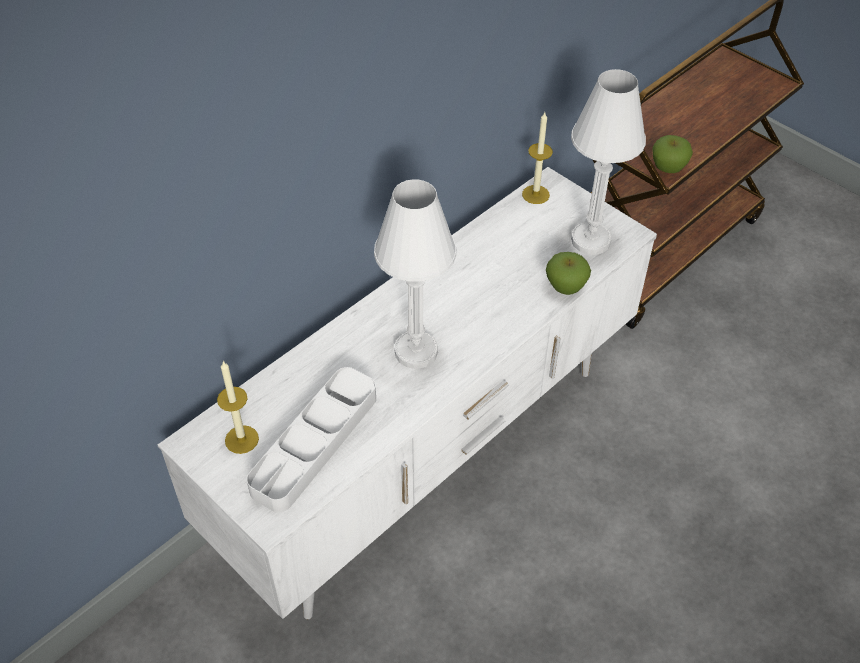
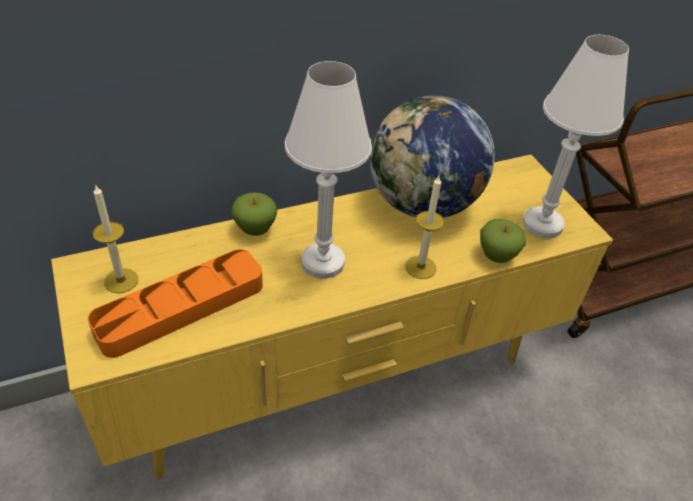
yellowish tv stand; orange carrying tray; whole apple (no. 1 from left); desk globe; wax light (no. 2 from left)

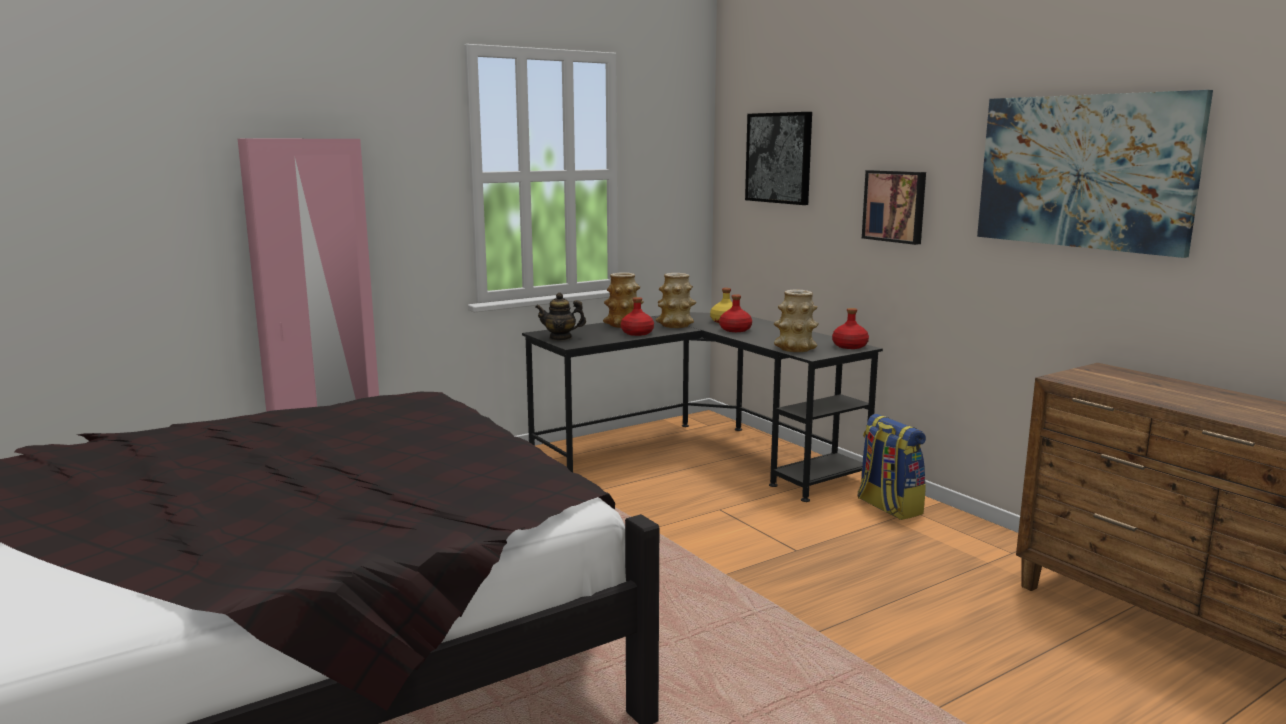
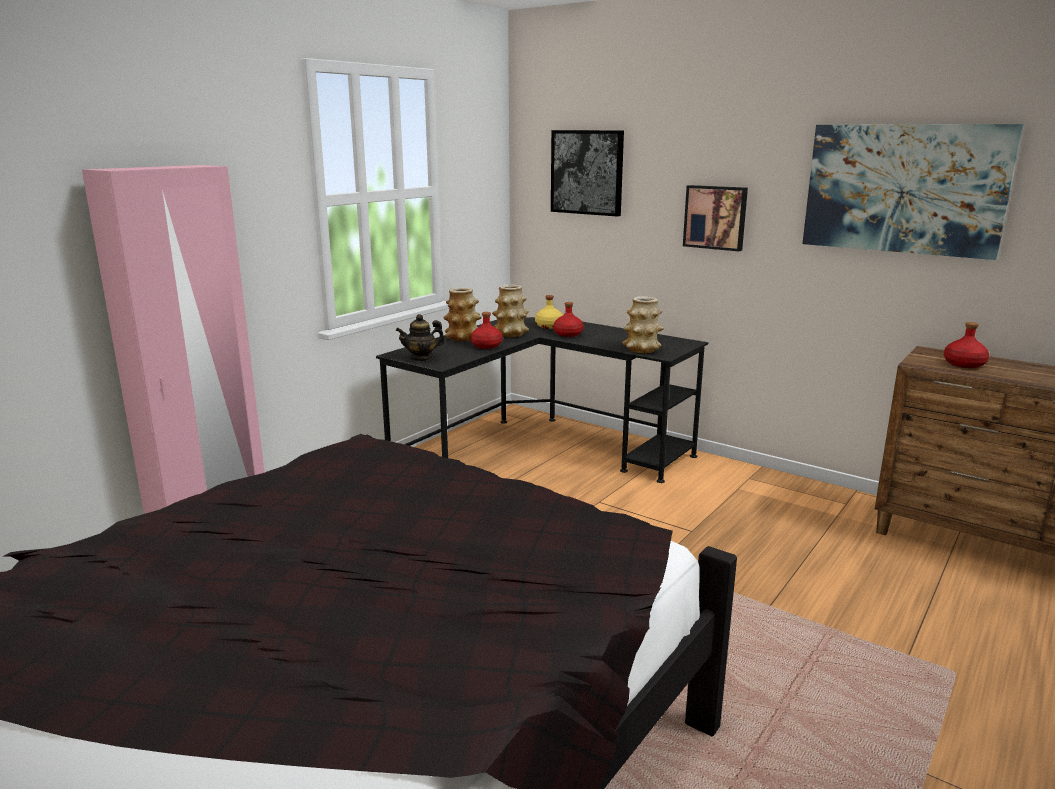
reddish beverage bottle (no. 3 from left); backpack

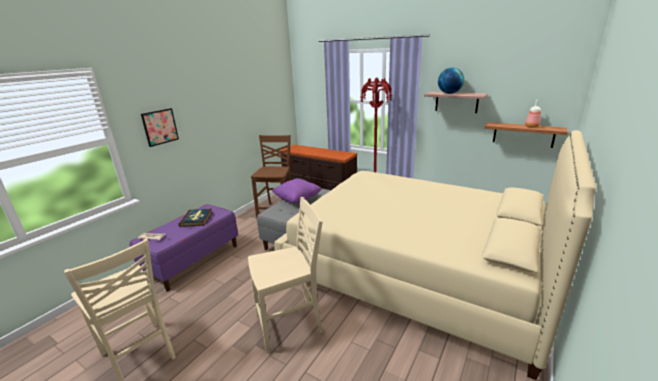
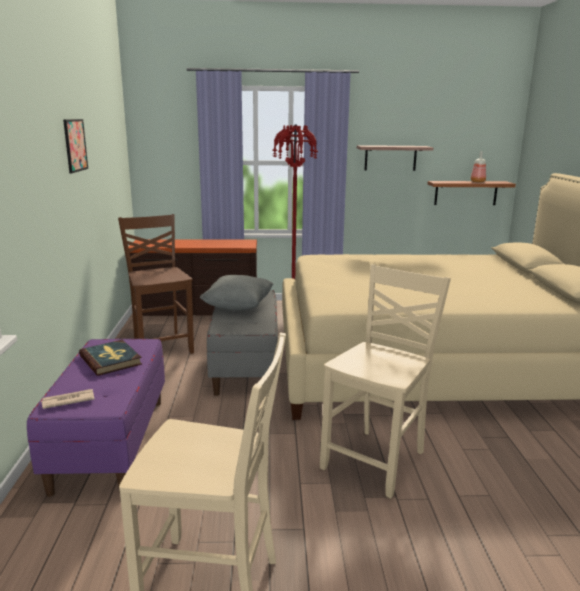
wall picture; gray throw pillow; desk globe

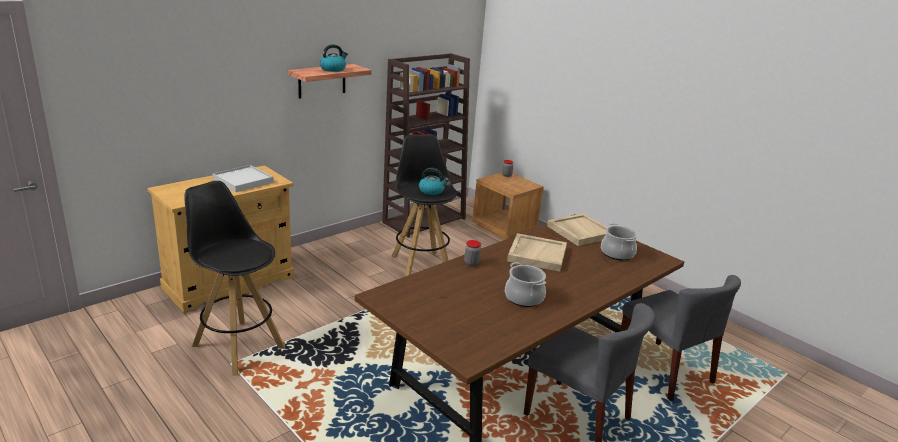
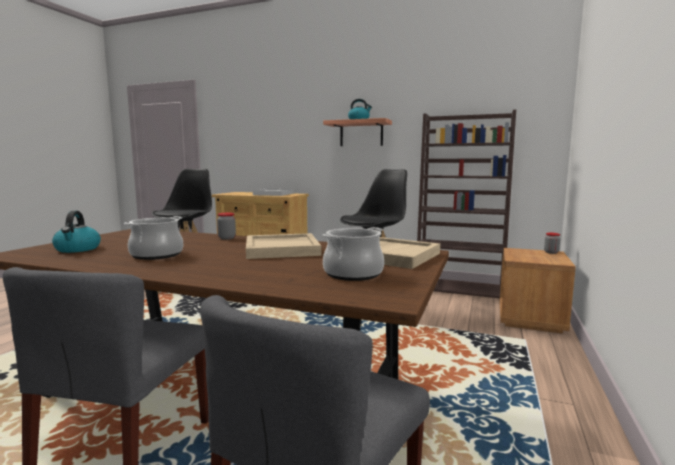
water kettle (no. 1 from left)

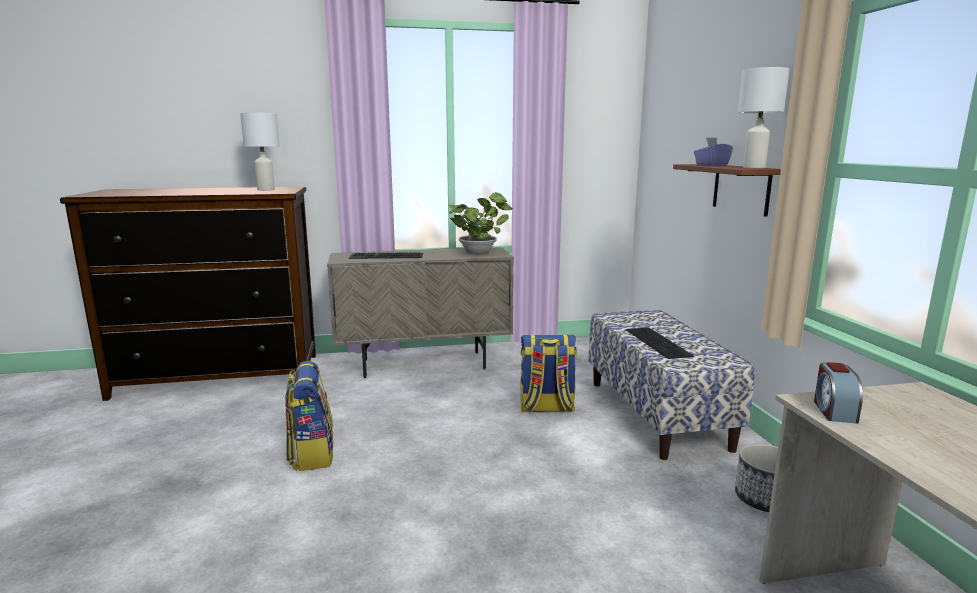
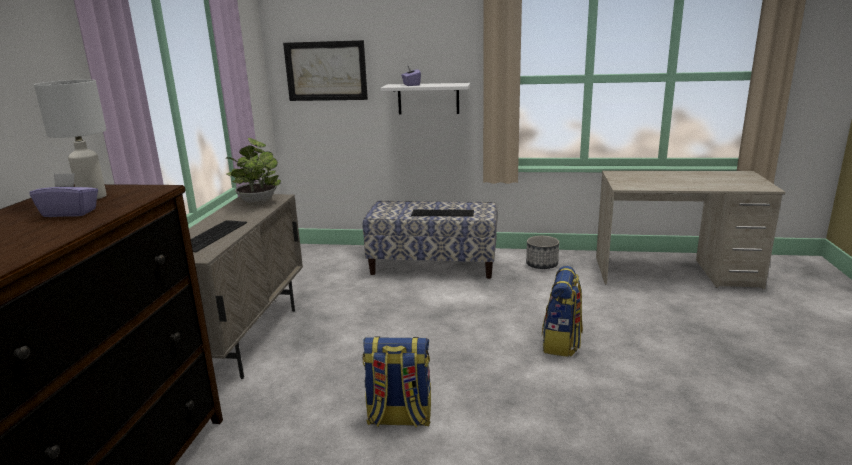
purple box of tissues (no. 1 from left); wall picture; whitish shelf; backpack (no. 2 from left); whitish table lamp (no. 2 from left in the first image); table clock

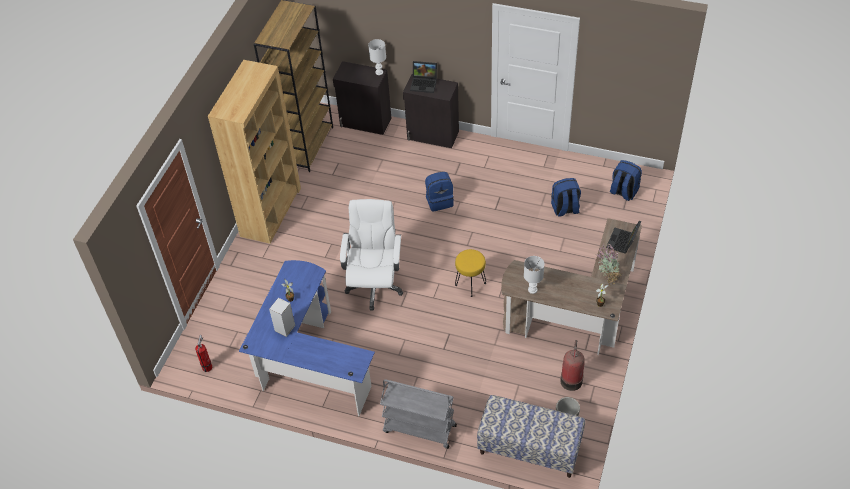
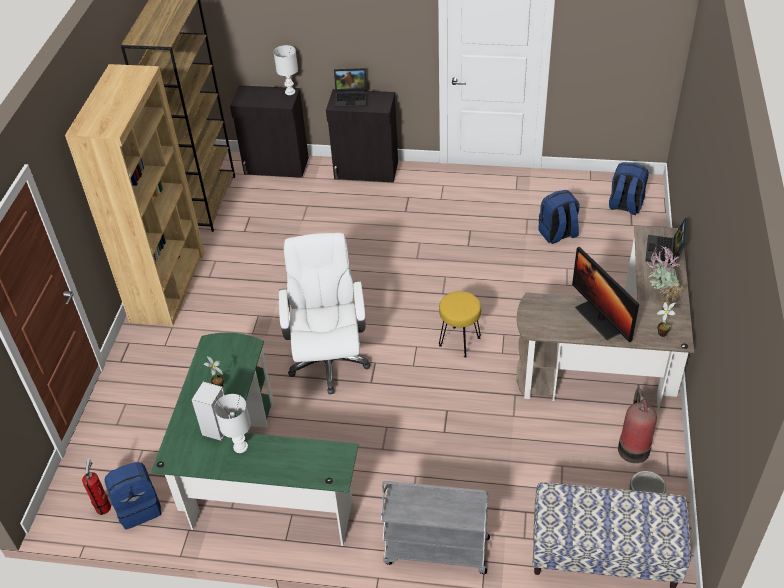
blue-coloured backpack (no. 1 from left); greenish desk; whitish table lamp (no. 1 from left); monitor

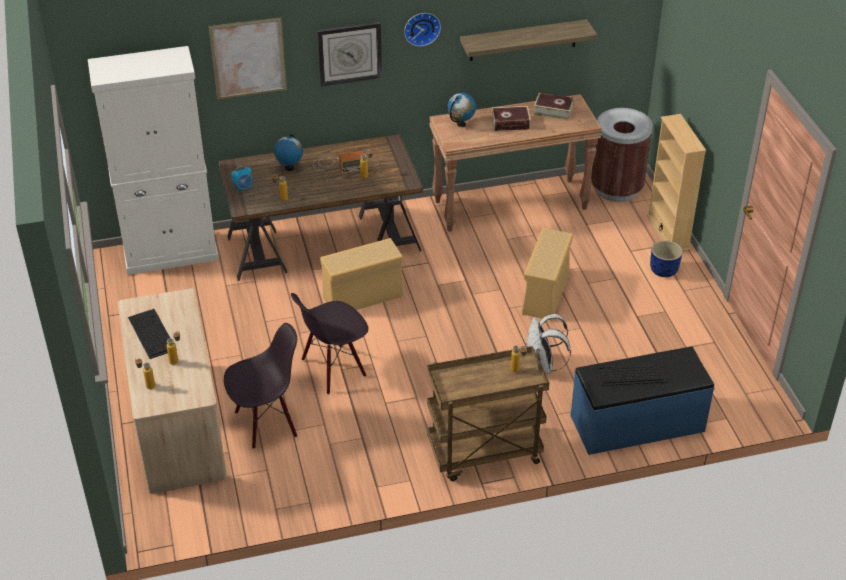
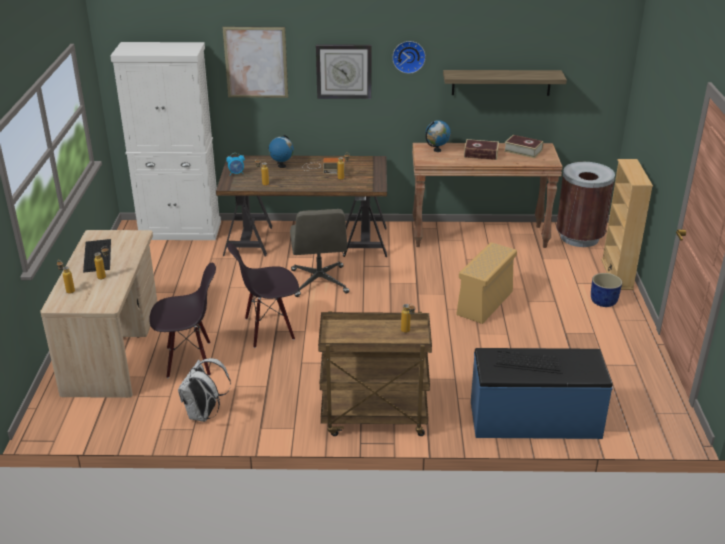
whitish backpack; gray office chair

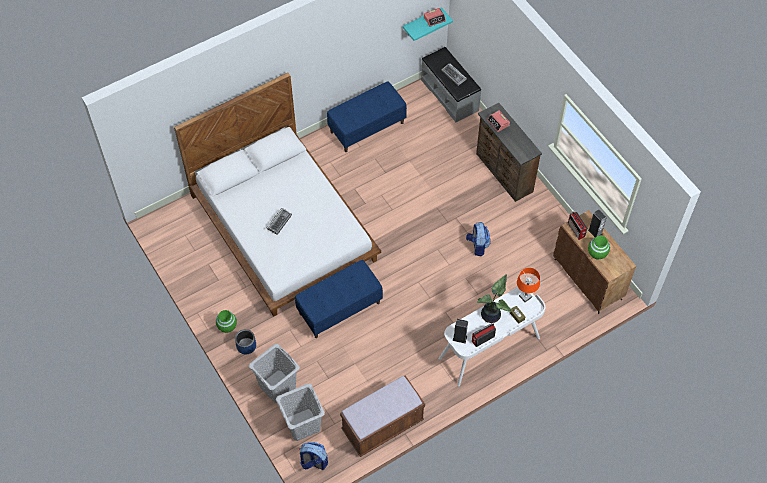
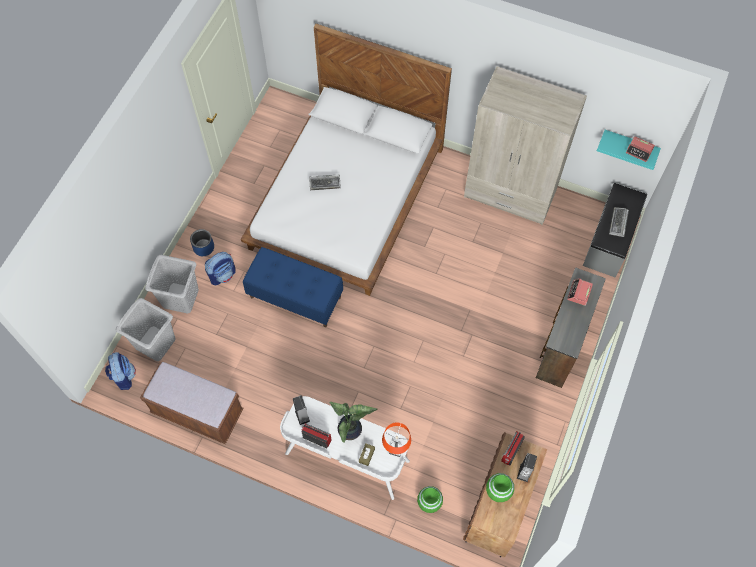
backpack (no. 2 from left); greenish flower vase (no. 1 from left); beige wardrobe

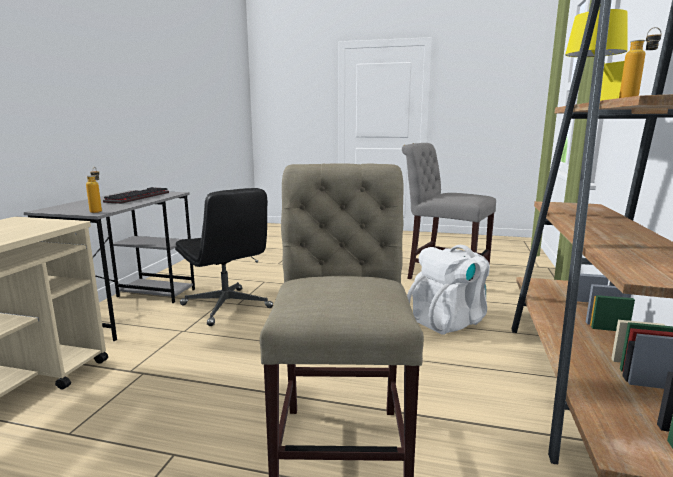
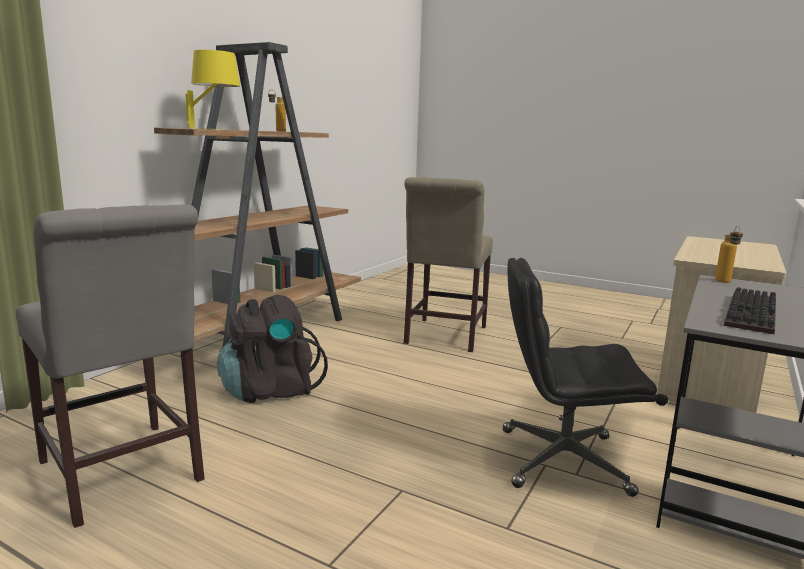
black backpack; black office chair

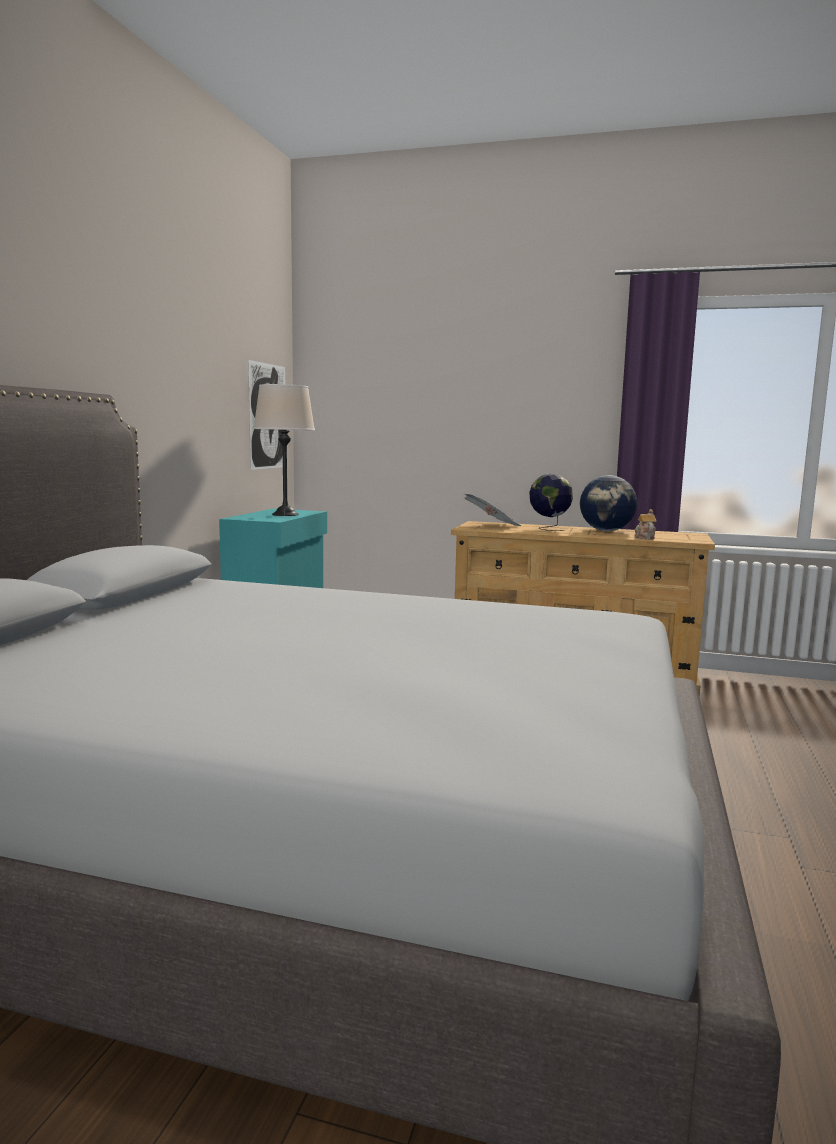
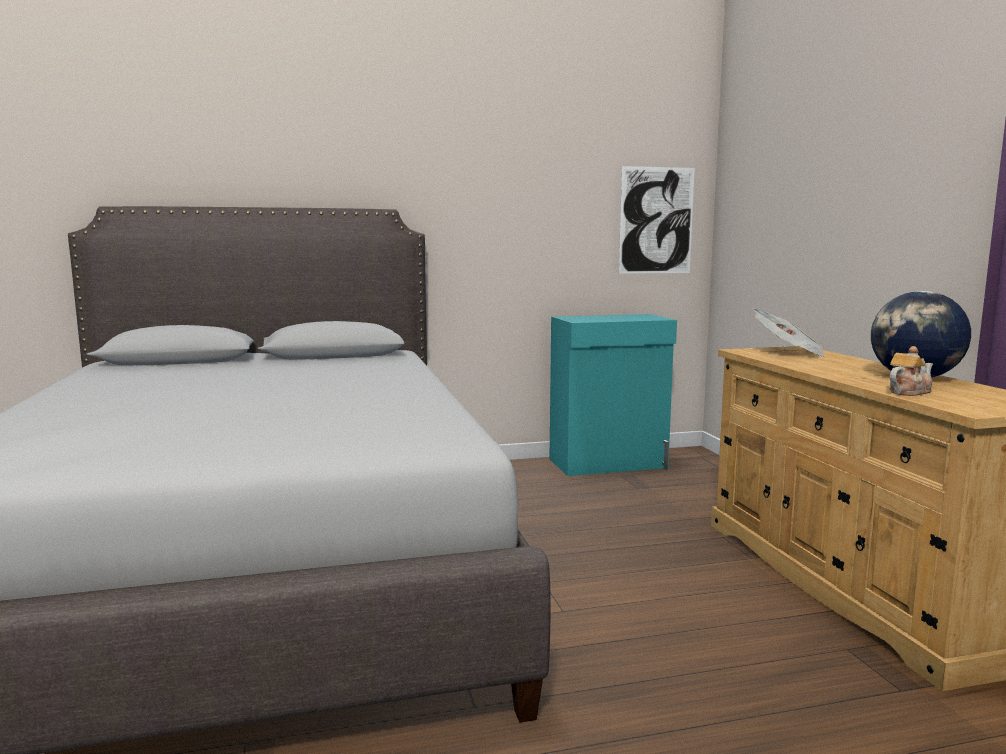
beige table lamp; desk globe (no. 1 from left in the first image)

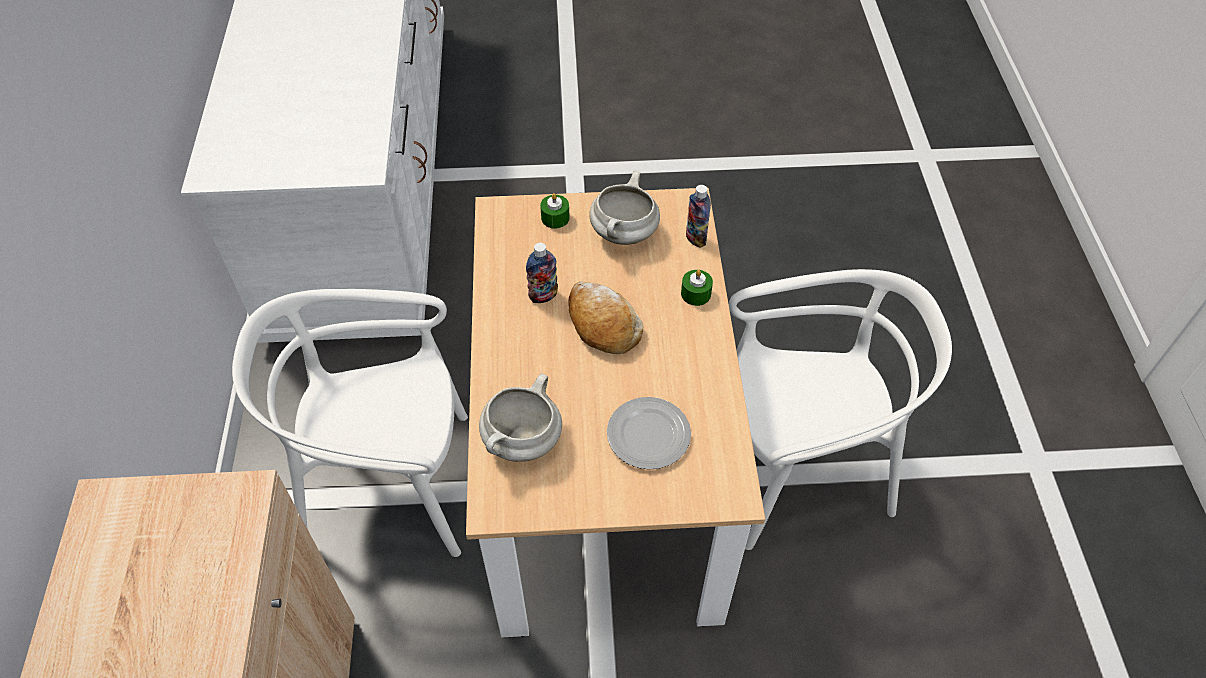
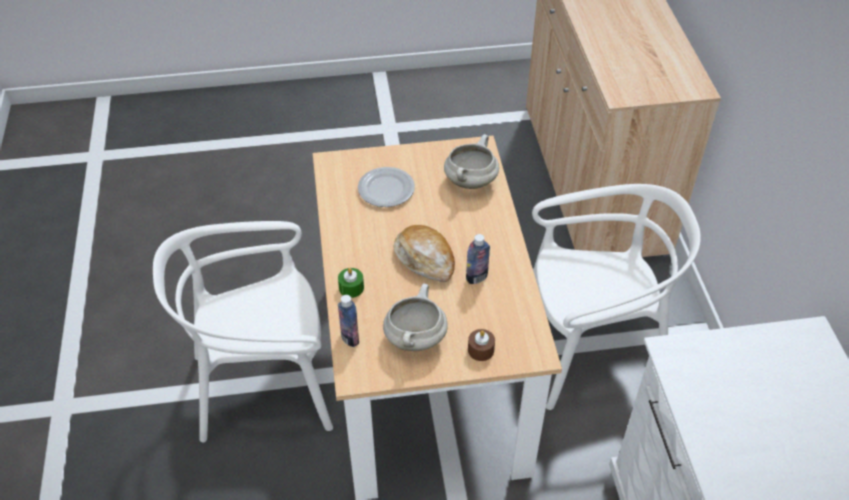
brownish wax light

